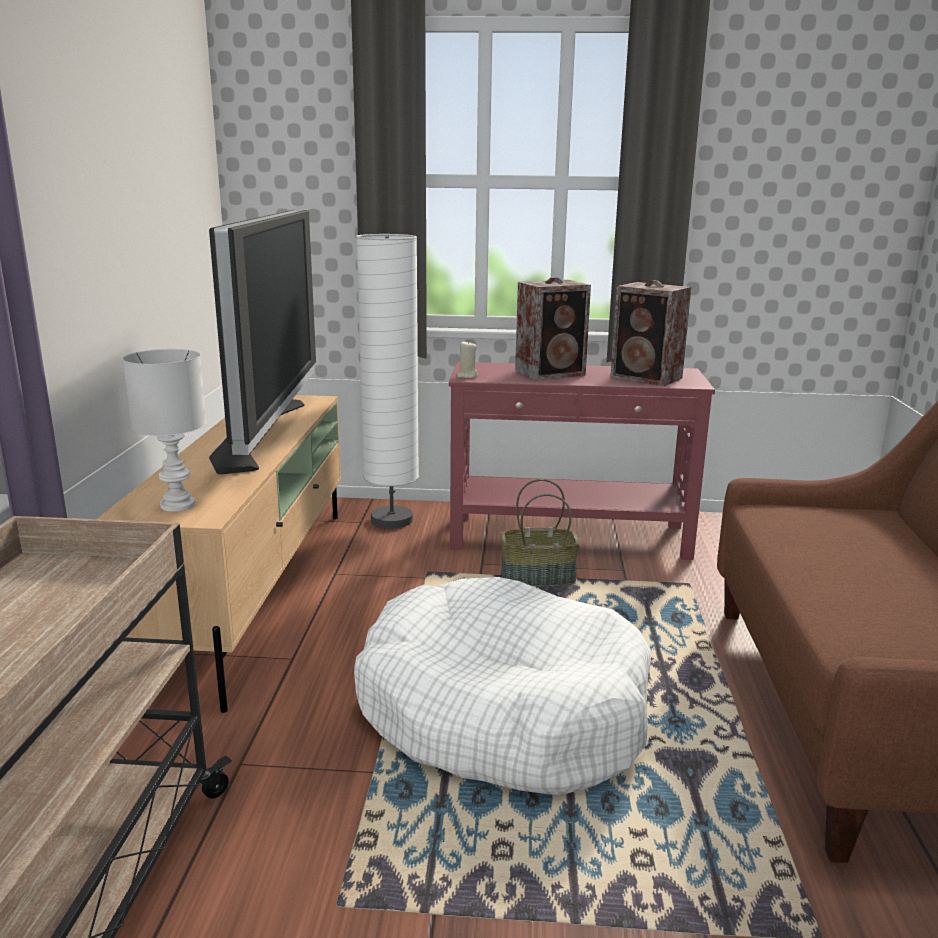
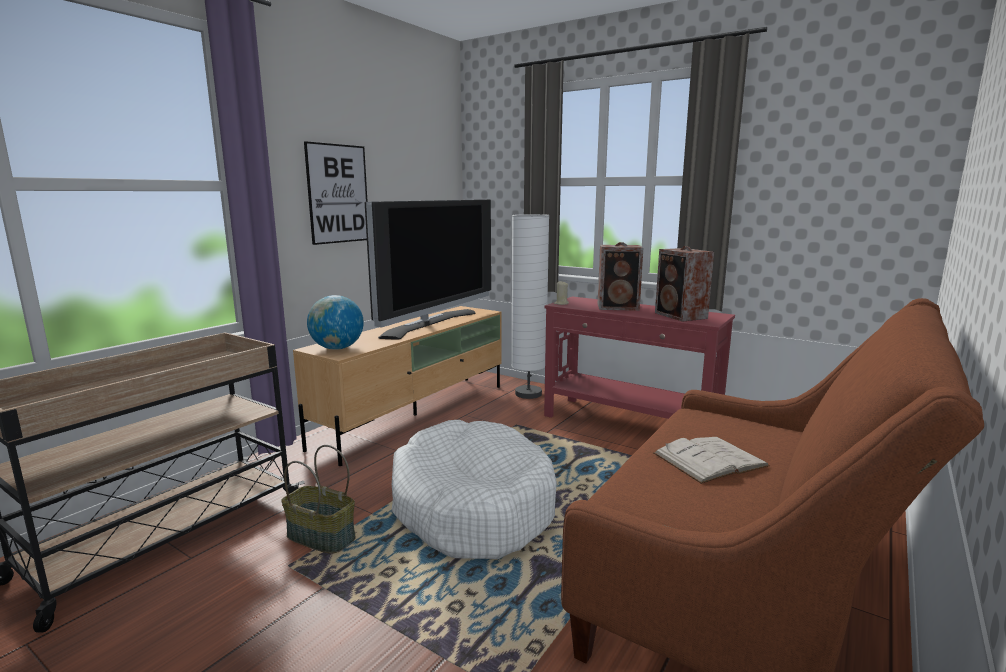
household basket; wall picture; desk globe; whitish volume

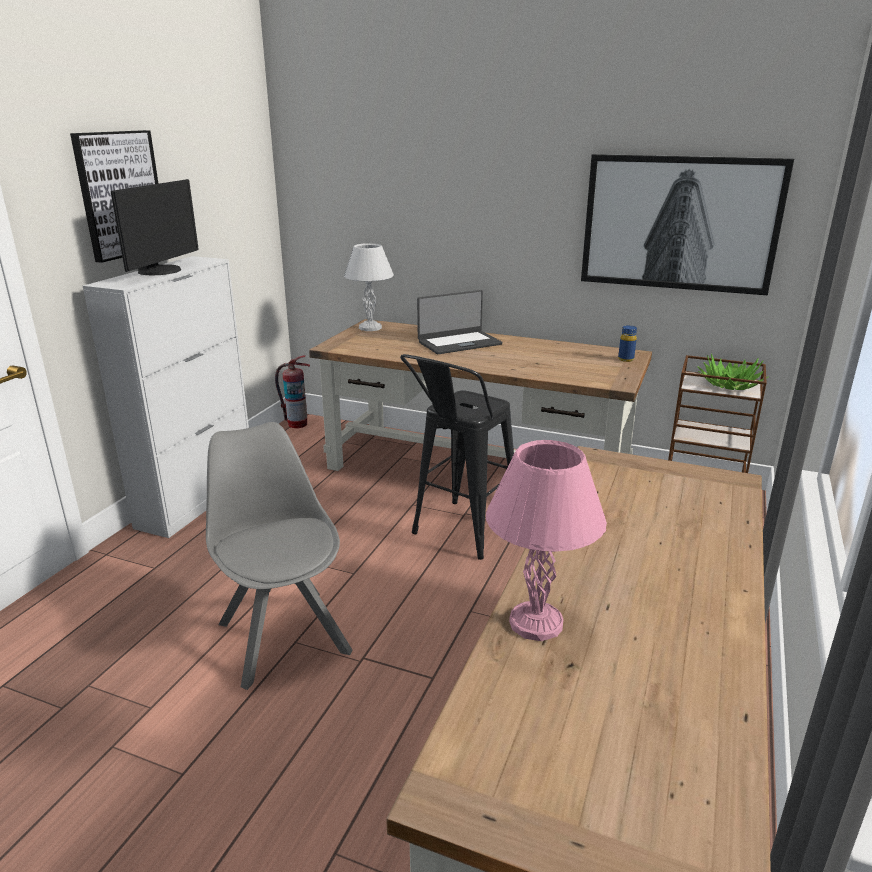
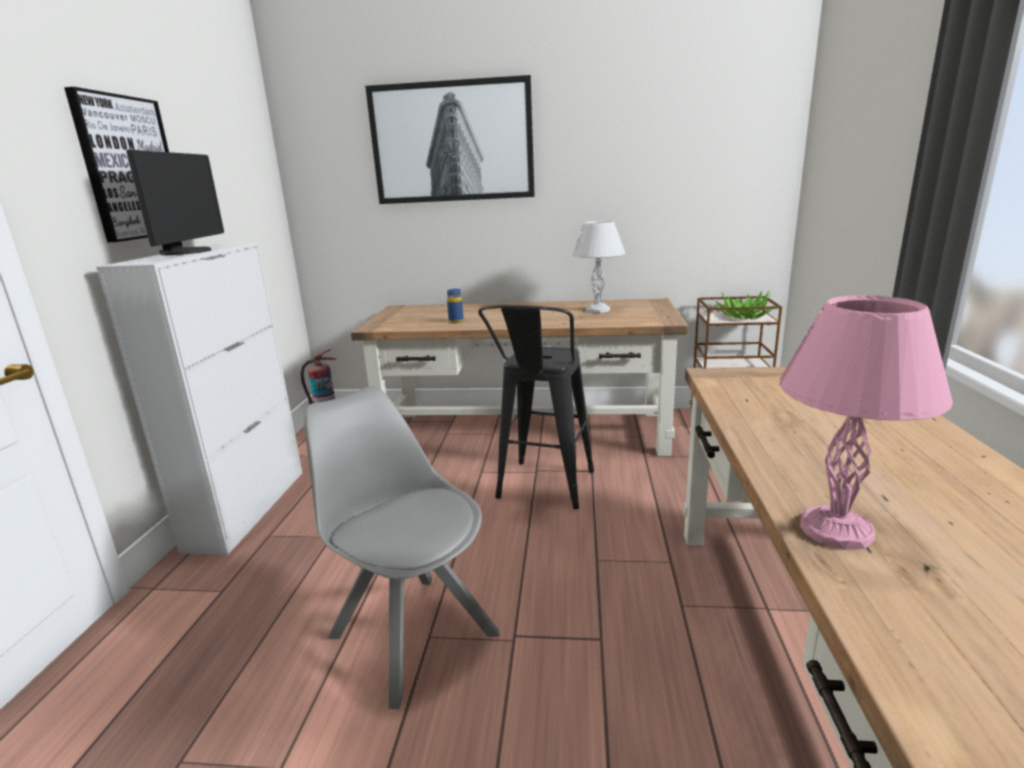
wall picture (no. 2 from left); blue-coloured beverage bottle; whitish table lamp; portable computer

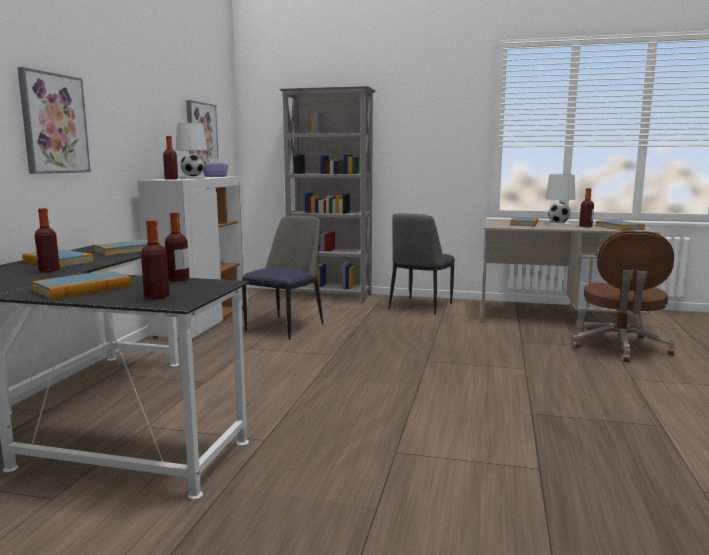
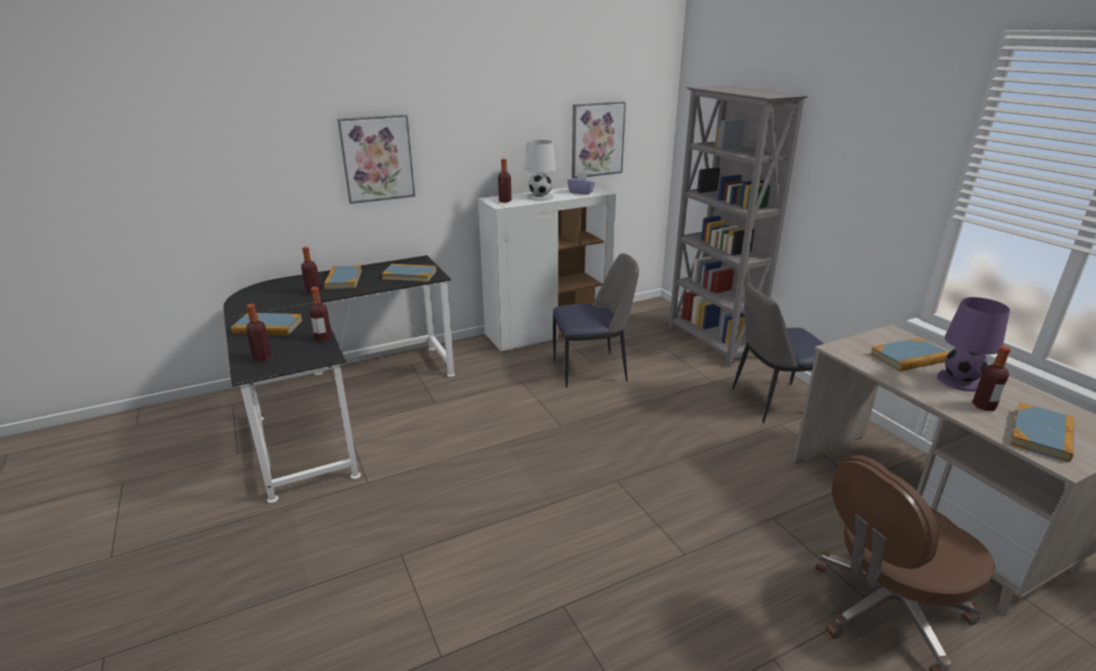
purple table lamp

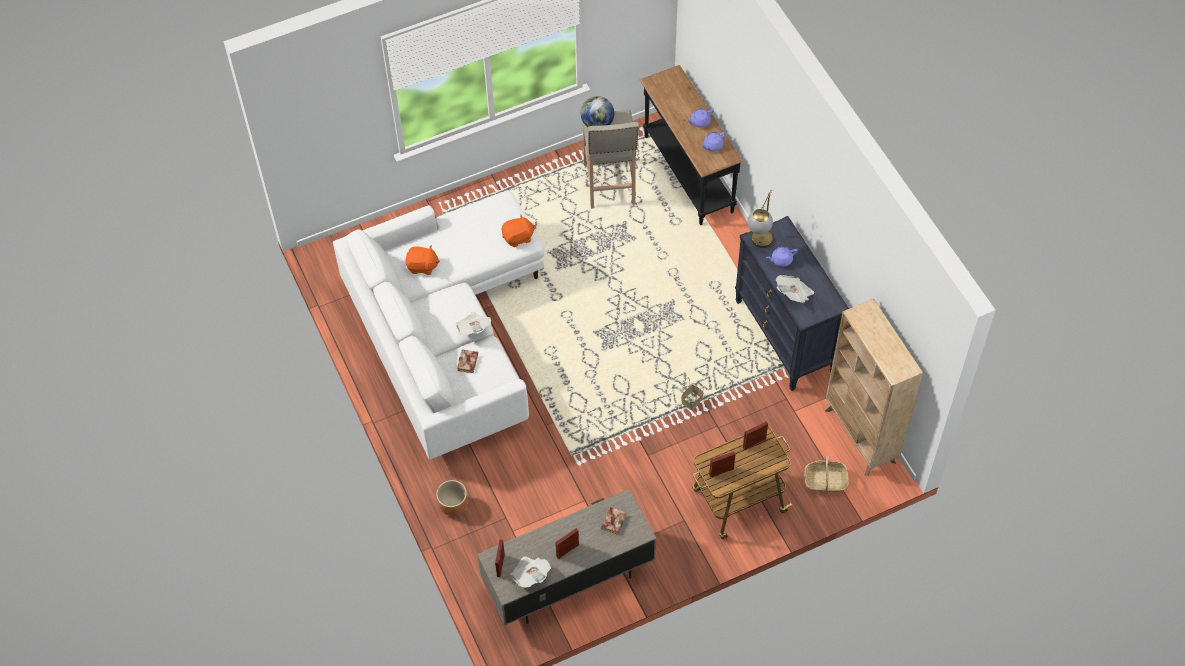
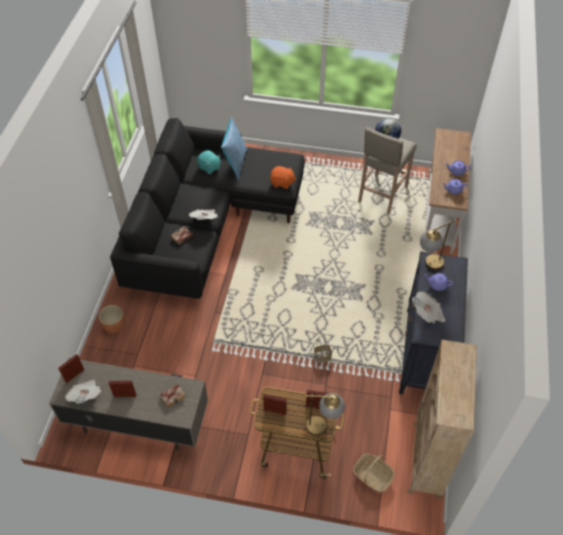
black settee; blue-green soft toy; throw pillow; table lamp (no. 1 from left); whitish narrow table

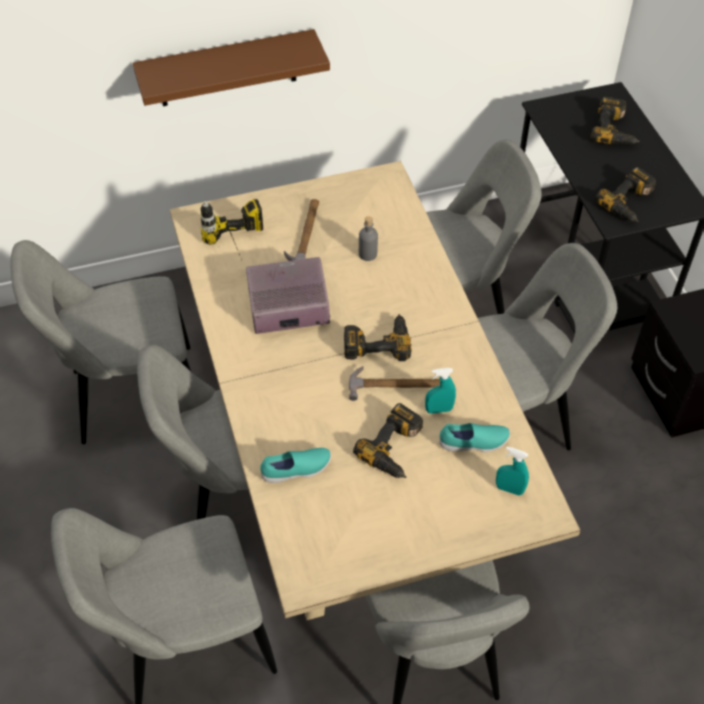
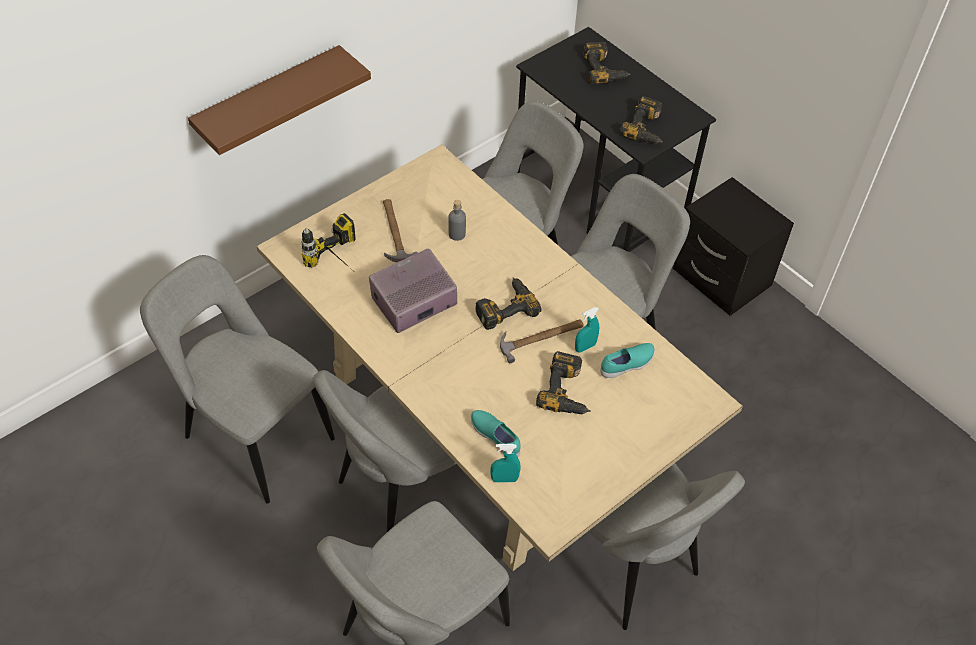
gray chair (no. 1 from left); blue-green low shoe (no. 1 from left); blue-green spray bottle (no. 1 from left)

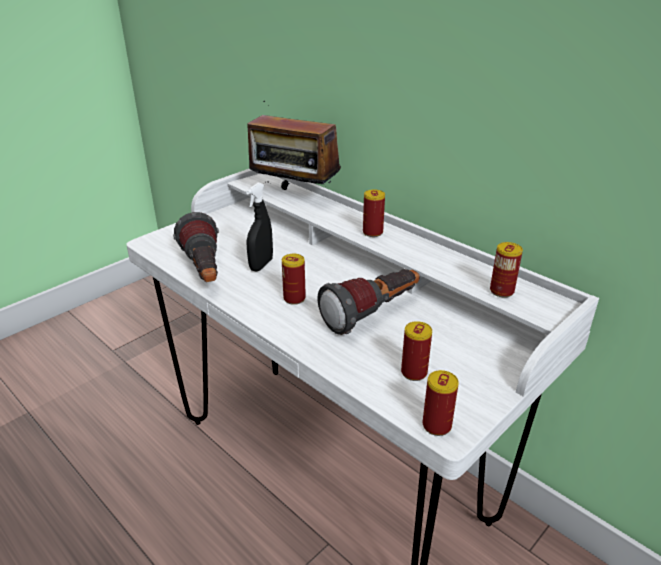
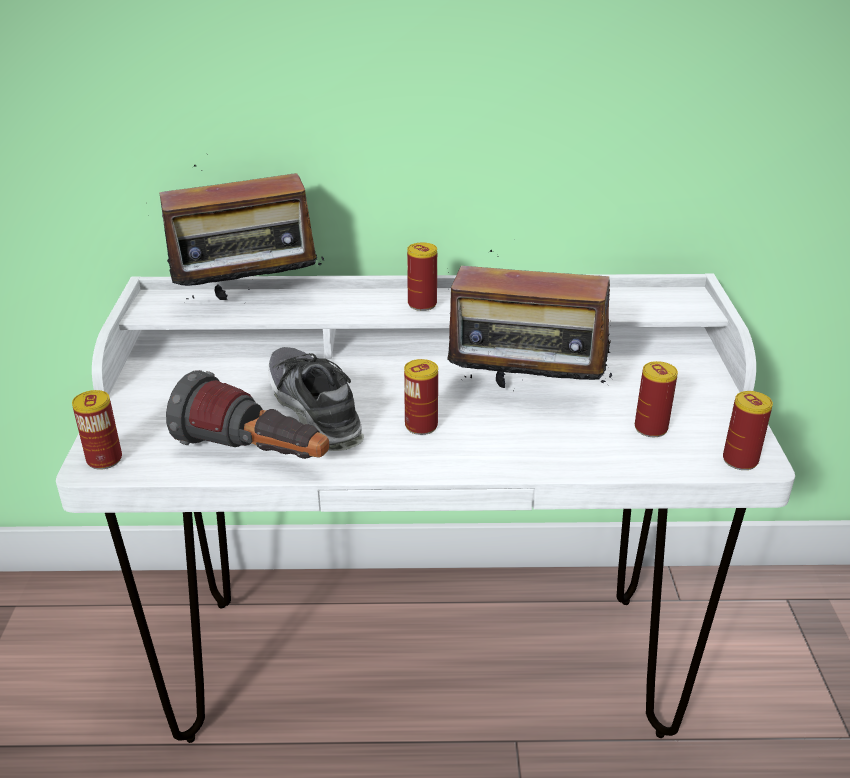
sealed can (no. 1 from left); low shoe; radio (no. 2 from left)

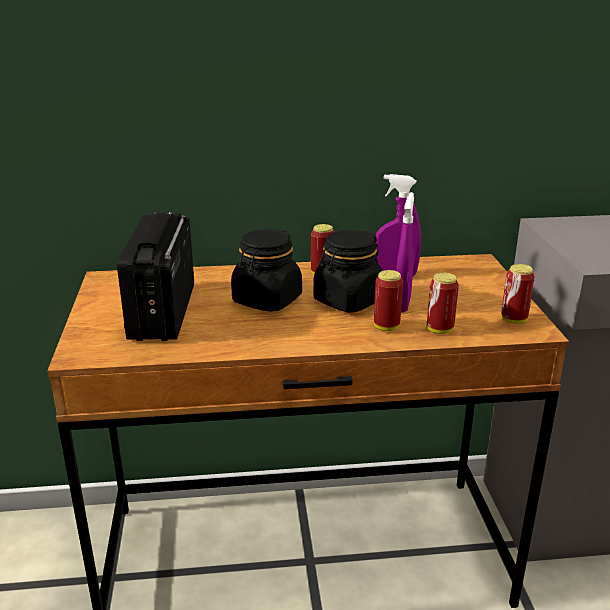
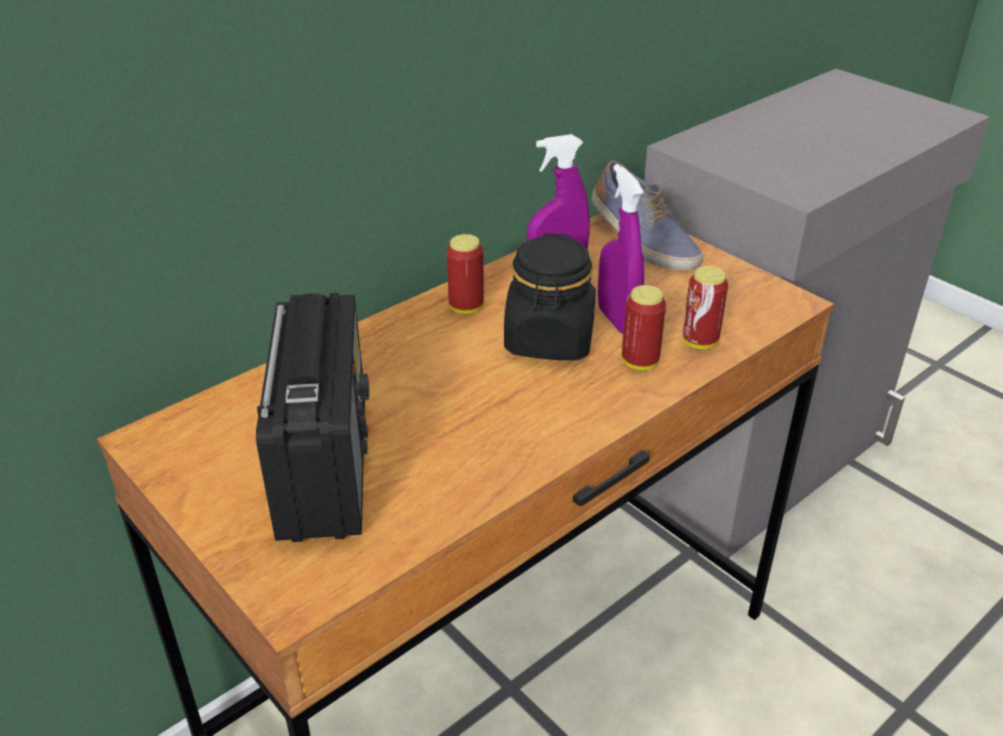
radio; low shoe; black preserve jar (no. 1 from left in the first image); sealed can (no. 4 from left in the first image)

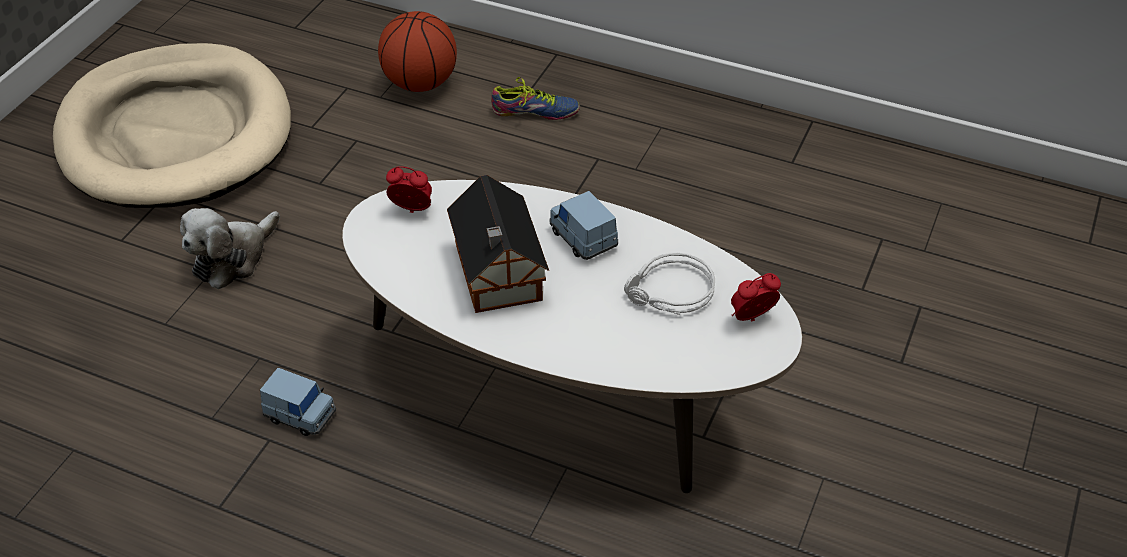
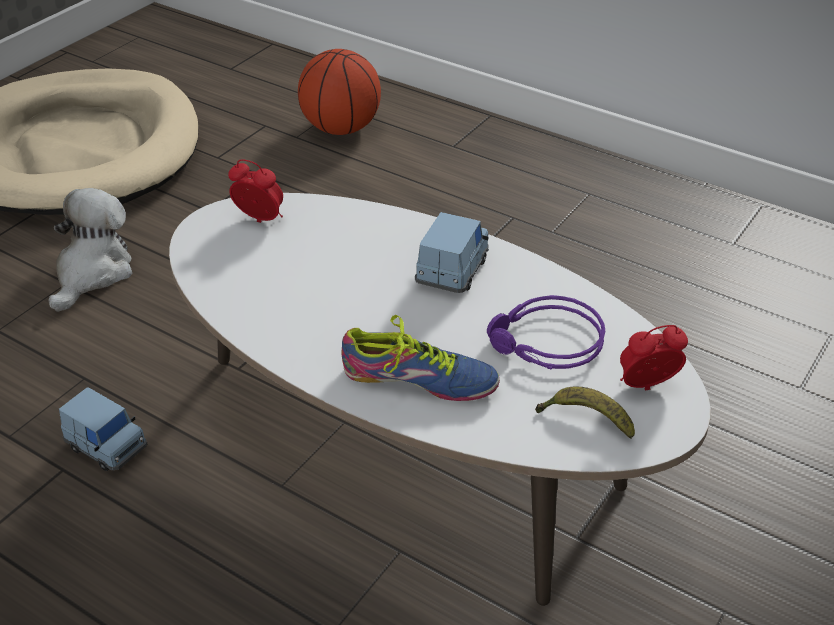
soft toy; low shoe; blue-coloured miniature car (no. 2 from left); purple pair of headphones; whole banana; model house

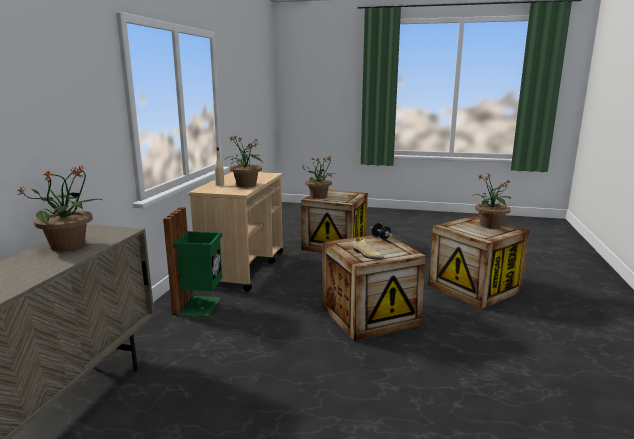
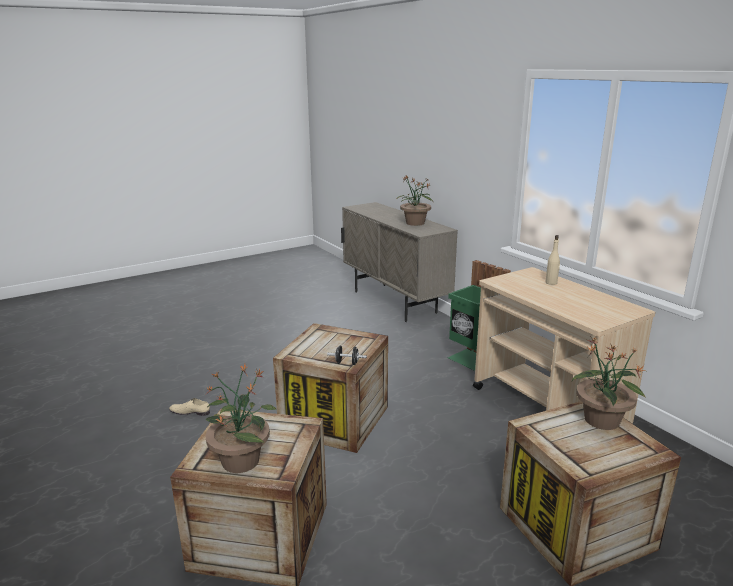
beige low shoe; plant in a pot (no. 2 from left in the first image)

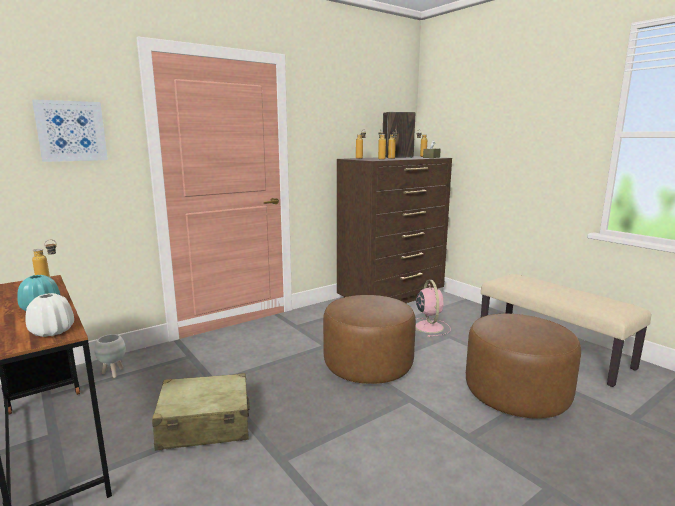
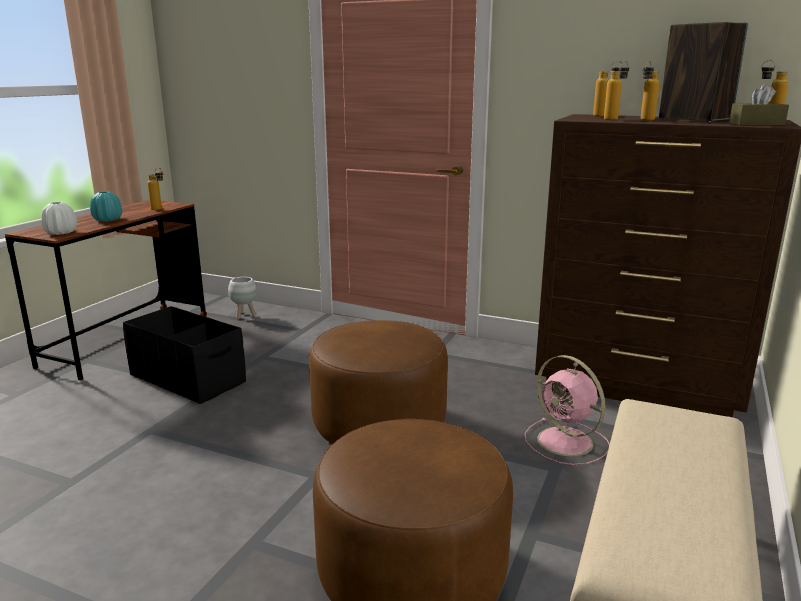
black storage container; pinkish fan; wall picture

